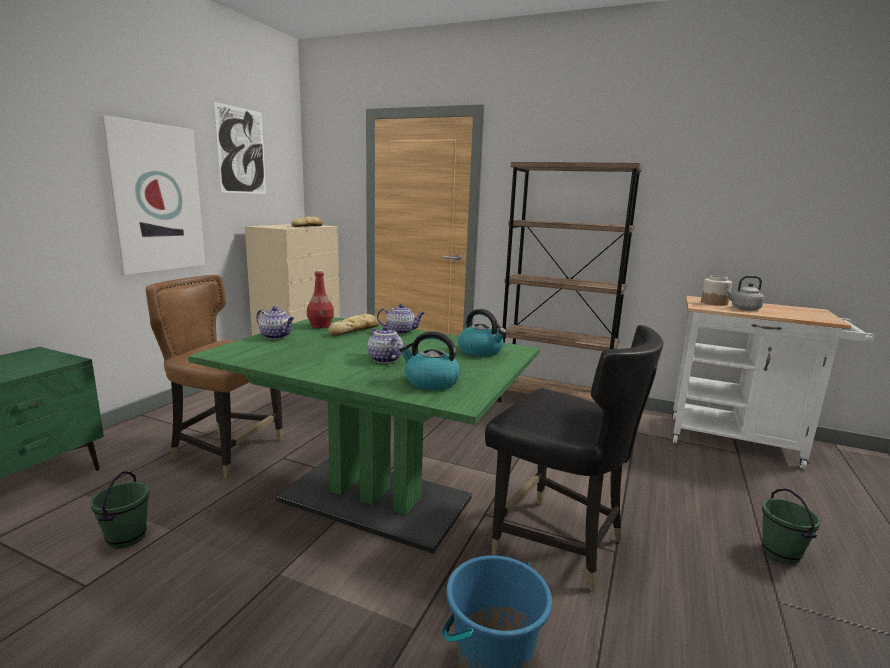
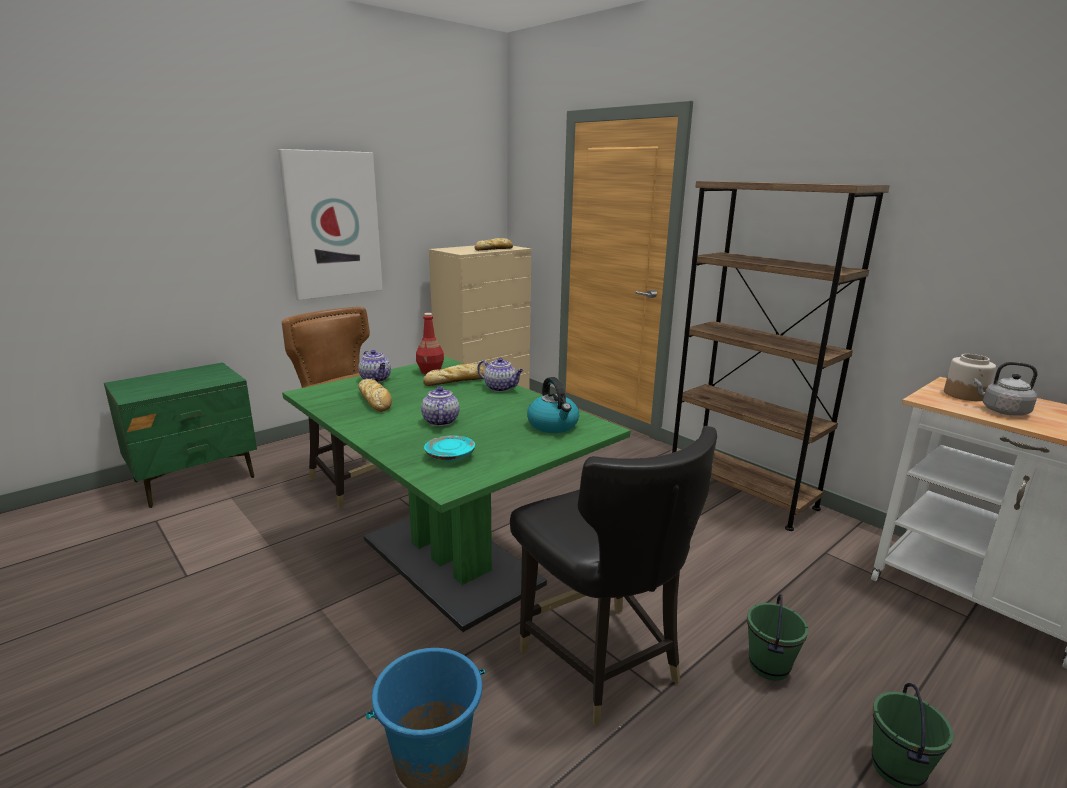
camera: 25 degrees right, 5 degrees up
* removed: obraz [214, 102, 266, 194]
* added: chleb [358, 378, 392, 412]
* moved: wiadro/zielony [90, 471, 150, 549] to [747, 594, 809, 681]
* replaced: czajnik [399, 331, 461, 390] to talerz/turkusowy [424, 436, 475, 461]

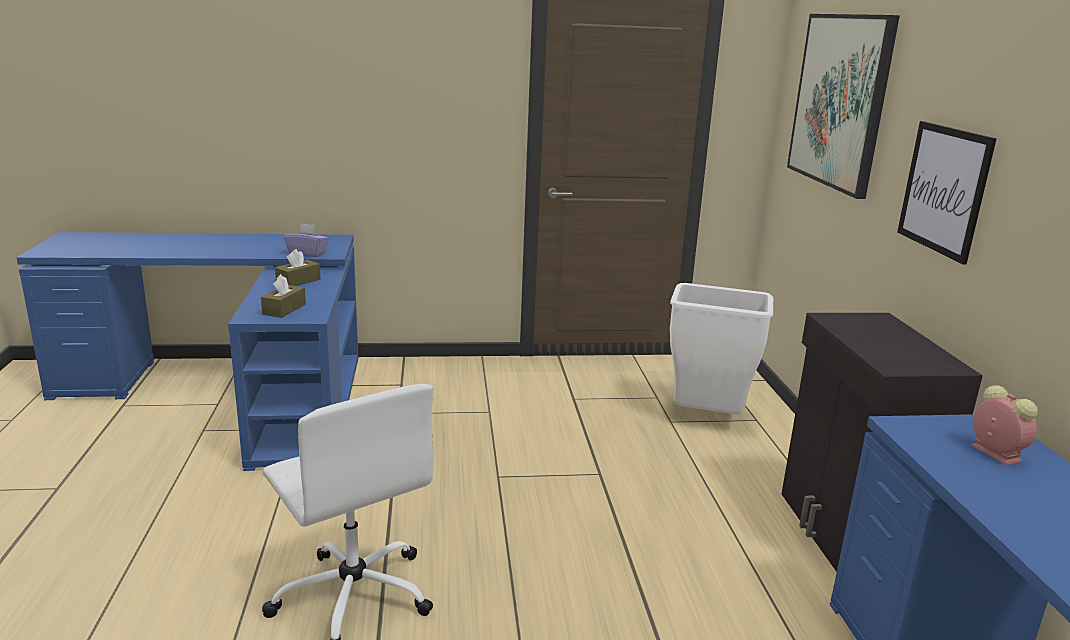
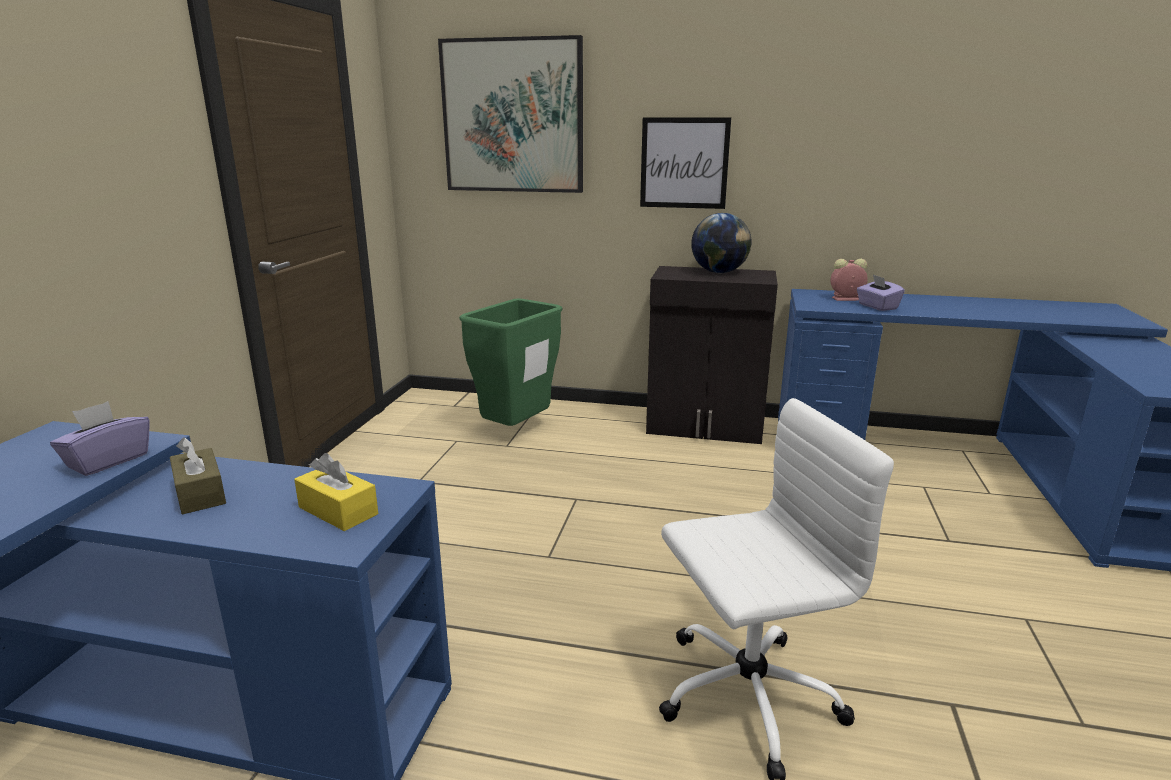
camera: 70 degrees left, 0 degrees up
* added: globus [691, 213, 751, 273]
* added: pudełko chusteczek/fioletowy [857, 275, 905, 311]
* recoloured: pudełko chusteczek/brązowy [261, 274, 306, 318] to pudełko chusteczek/żółty [294, 453, 378, 531]
* recoloured: kosz na śmieci/biały [670, 283, 773, 414] to kosz na śmieci/zielony [459, 298, 562, 426]

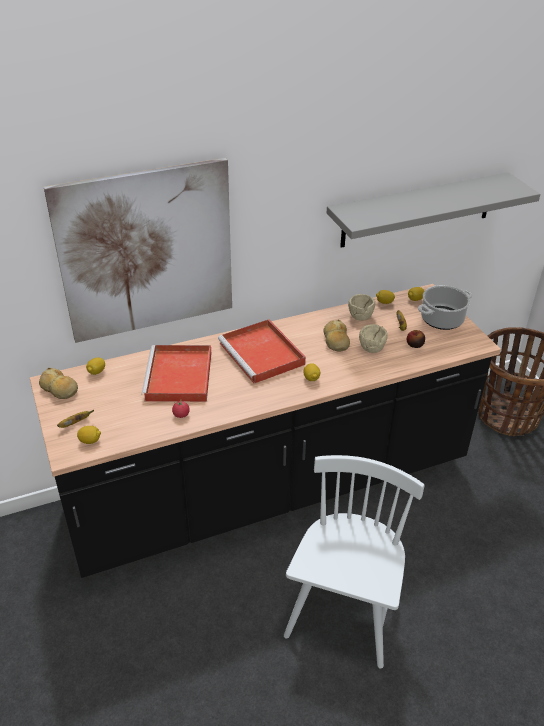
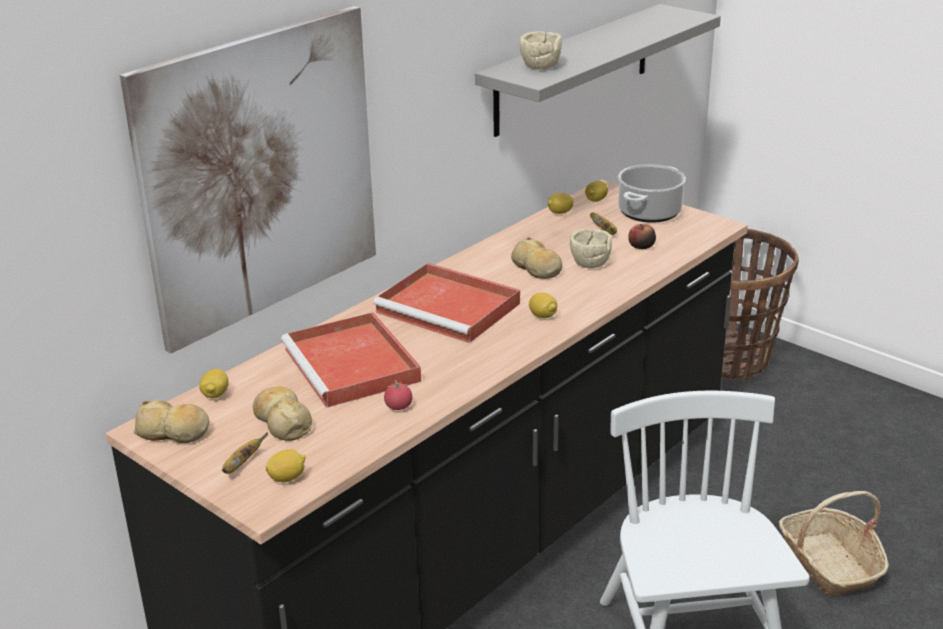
camera: 25 degrees left, 10 degrees down
* added: chleb [253, 386, 312, 441]
* added: koszyk [779, 491, 889, 595]
* moved: miska/beżowy [348, 294, 375, 321] to [520, 31, 562, 69]

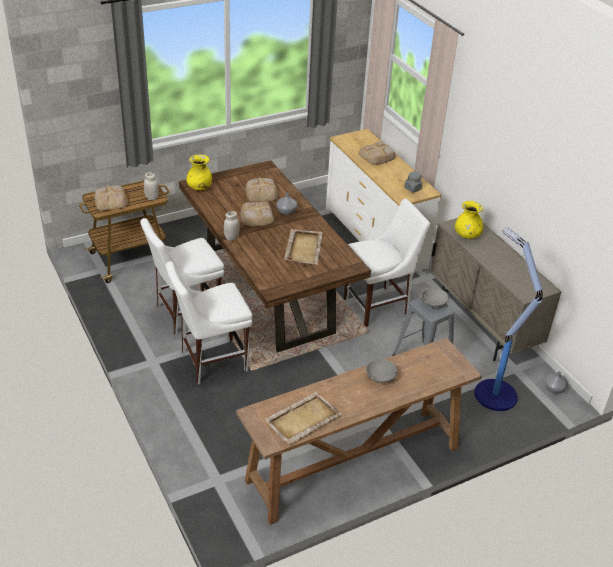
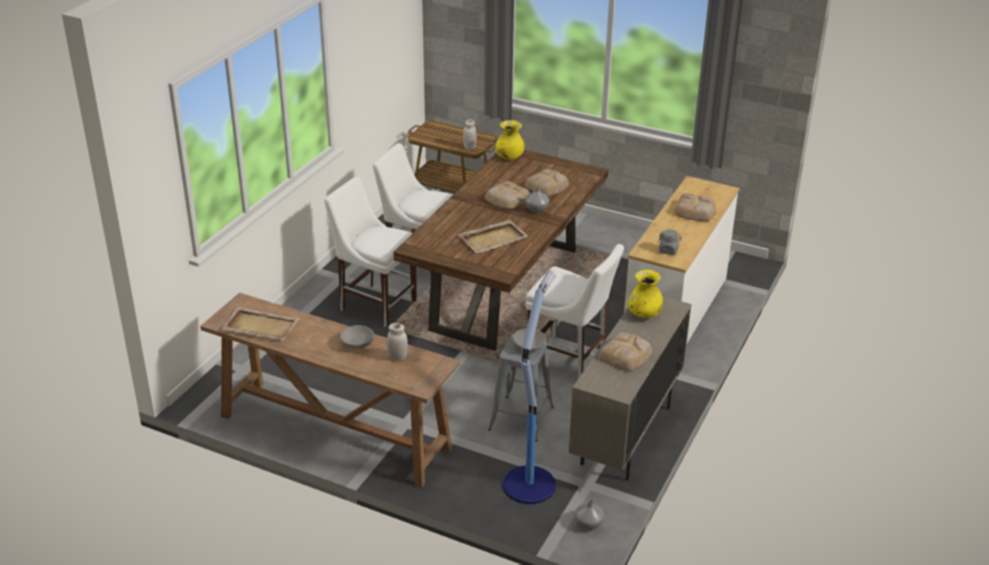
camera: 55 degrees right, 5 degrees down
* moved: chleb [94, 185, 128, 211] to [598, 332, 653, 371]
* moved: słoik/biały [224, 211, 240, 241] to [387, 323, 408, 361]

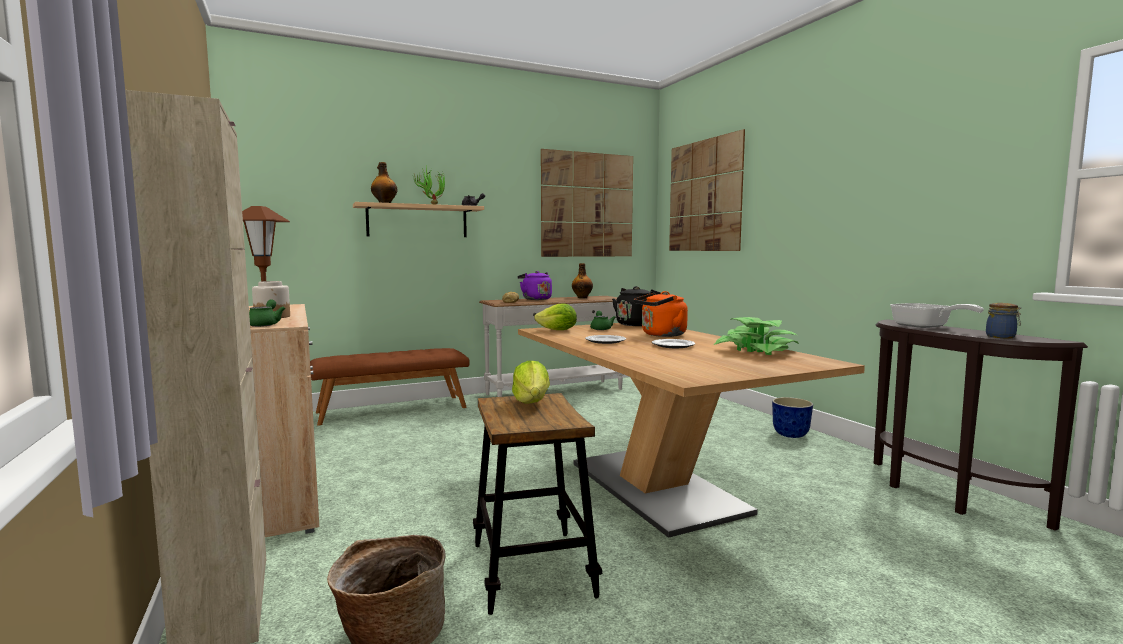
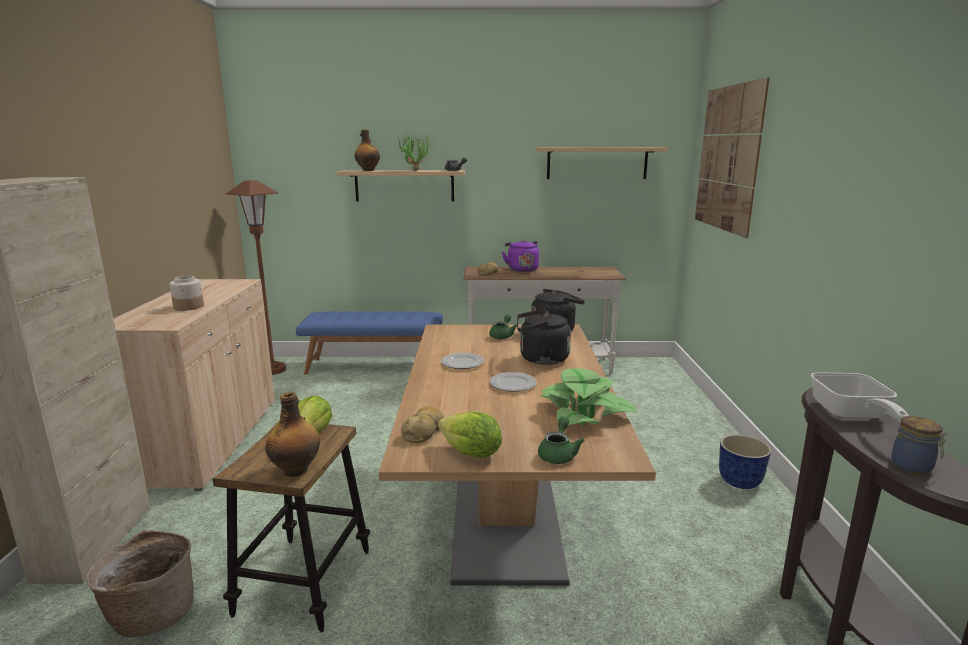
camera: 25 degrees right, 10 degrees up
* added: chleb [401, 406, 444, 443]
* moved: imbryk/zielony [249, 299, 285, 327] to [538, 416, 585, 464]
* moved: sałata [534, 304, 577, 330] to [438, 411, 502, 458]
* moved: butelka [572, 263, 593, 298] to [266, 392, 320, 477]
* replaced: obraz [541, 149, 633, 257] to półka [536, 147, 668, 179]
* recoloured: ławka/brązowy [310, 348, 470, 426] to ławka/niebieski [296, 311, 443, 374]
* recoloured: czajnik/pomarańczowy [634, 291, 688, 337] to czajnik/czarny [517, 309, 571, 365]

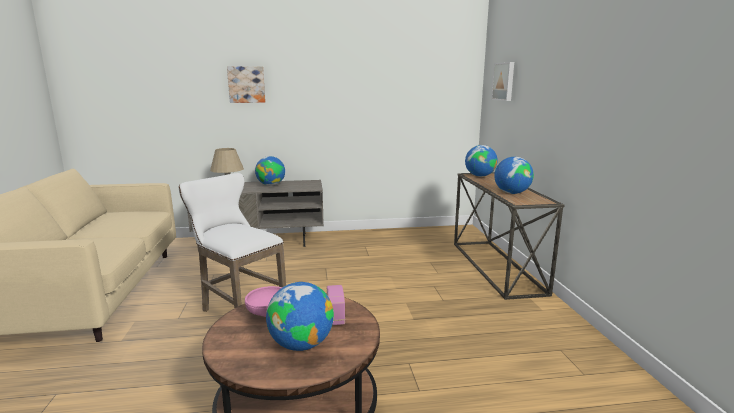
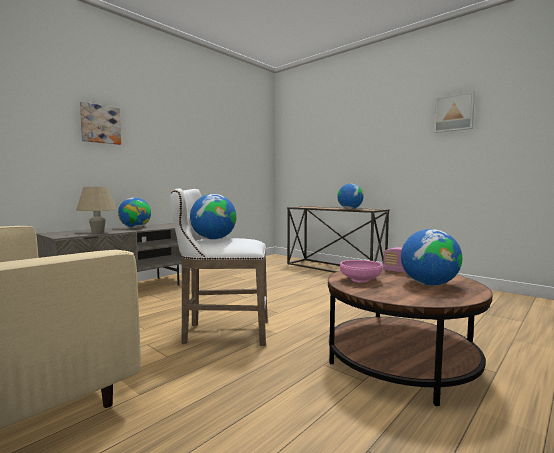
camera: 40 degrees left, 10 degrees down
* moved: globus [465, 145, 498, 177] to [190, 194, 236, 240]
* moved: obraz [491, 62, 514, 101] to [434, 91, 475, 133]

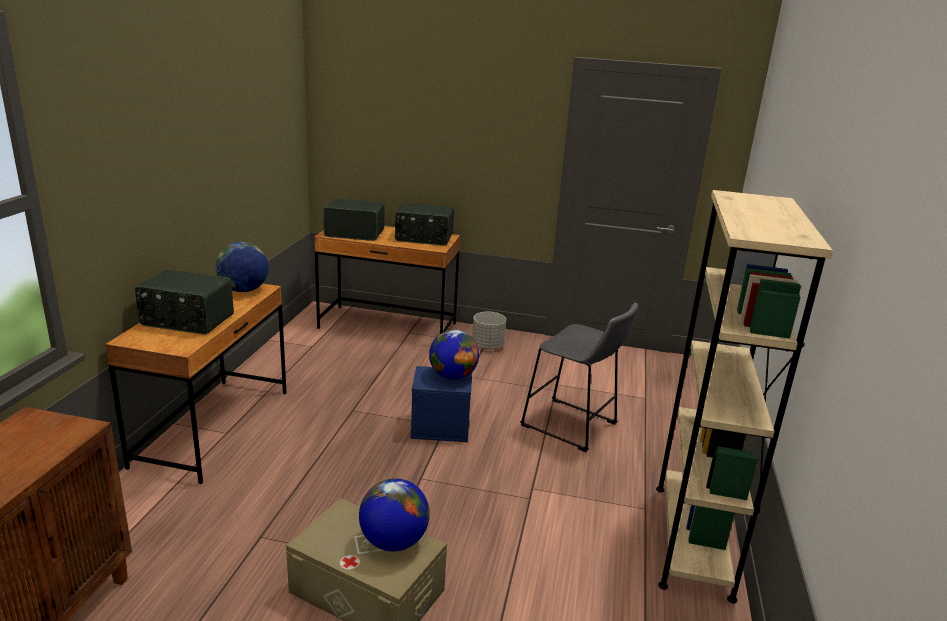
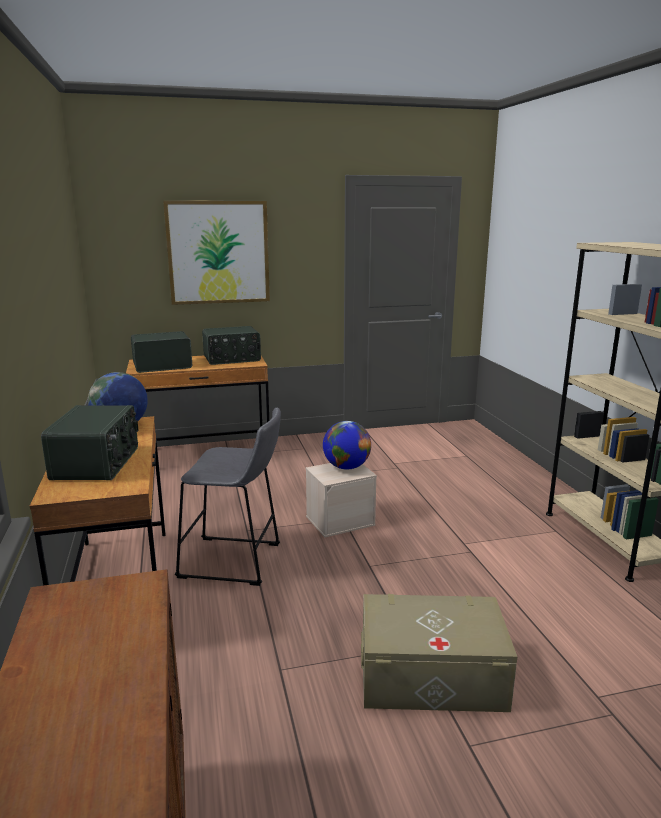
camera: 25 degrees left, 5 degrees down
* removed: globus [359, 478, 430, 551]
* removed: donica/szary [472, 312, 506, 349]
* added: obraz [163, 201, 270, 305]
* moved: stołek/szary [520, 303, 639, 452] to [175, 408, 281, 586]
* recoloured: pojemnik do przechowywania/niebieski [410, 366, 472, 442] to pojemnik do przechowywania/beżowy [305, 463, 377, 537]
* turned: radio [135, 269, 234, 335] = [41, 405, 138, 480] 75 degrees counterclockwise

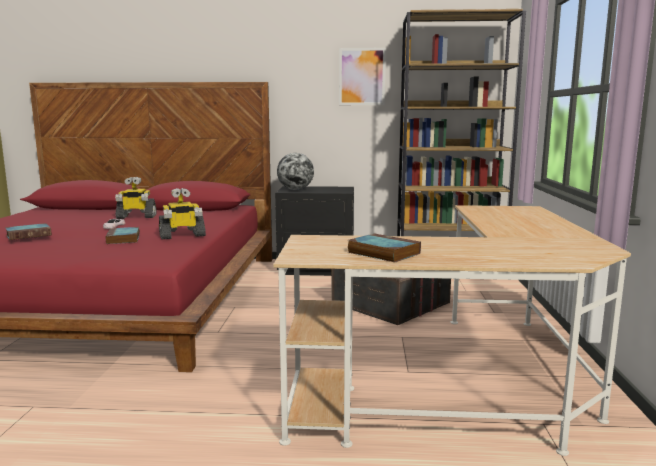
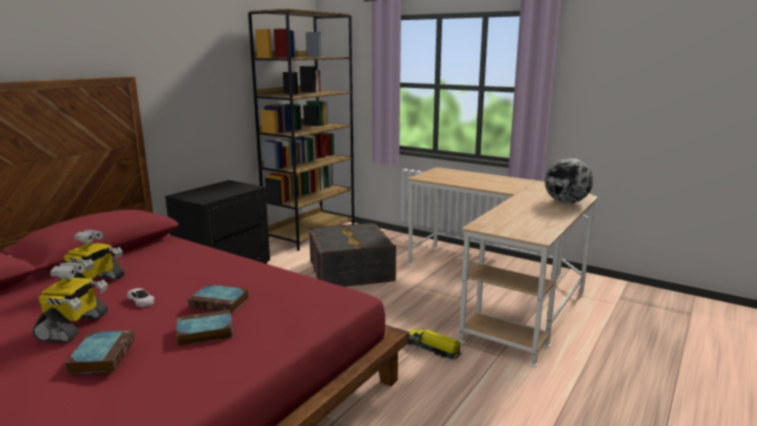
camera: 60 degrees left, 5 degrees up
* removed: obraz [339, 48, 386, 105]
* added: ciężarówka zabawkowa [408, 329, 462, 360]
* moved: robot zabawkowy [159, 188, 206, 239] to [32, 263, 108, 343]
* moved: globus [277, 153, 314, 190] to [545, 158, 593, 204]
* moved: książka [348, 233, 421, 262] to [176, 309, 233, 346]

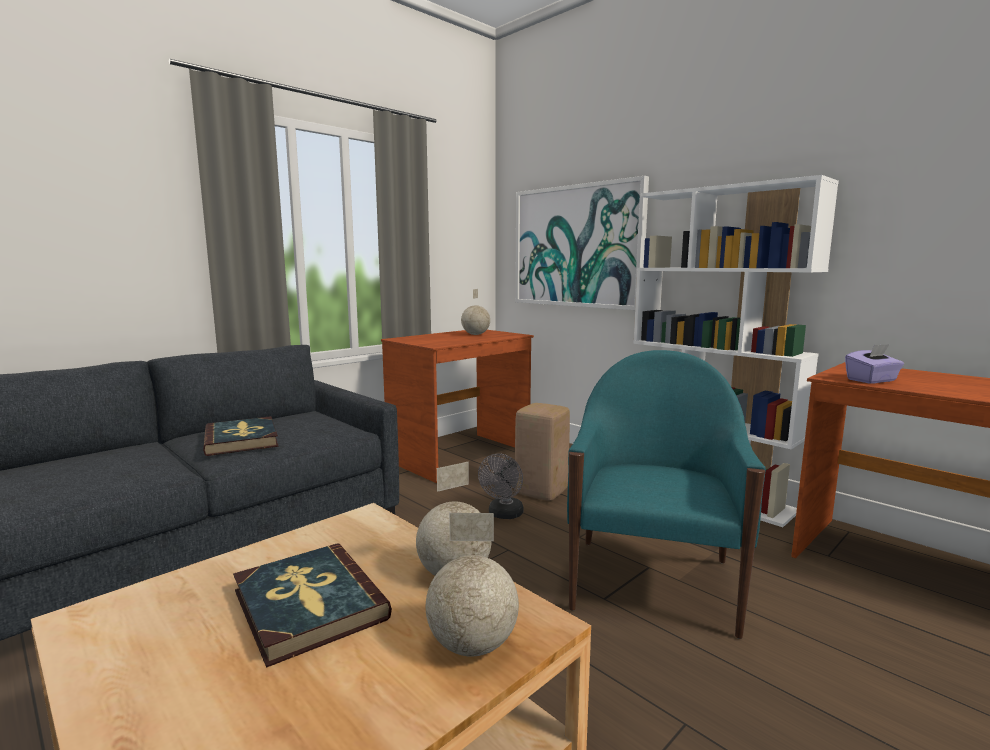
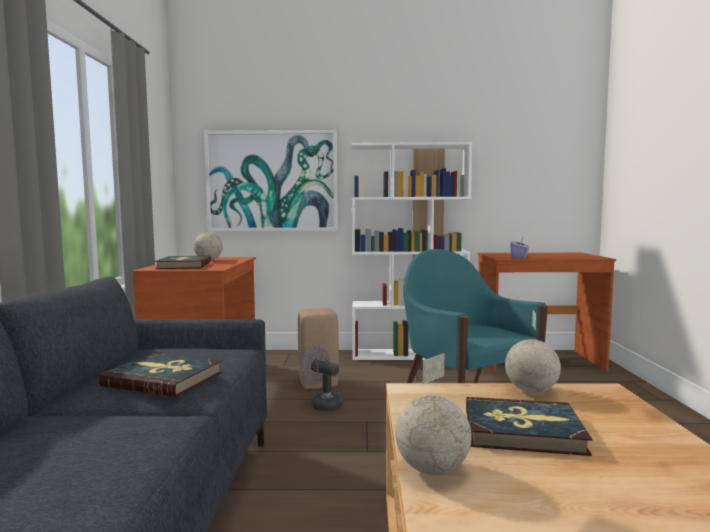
camera: 45 degrees left, 5 degrees down
* added: książka [155, 256, 211, 269]
* moved: globus [426, 513, 519, 657] to [395, 353, 472, 475]
* turned: wentylator/szary [478, 453, 523, 519] = [300, 346, 343, 412] 150 degrees clockwise

